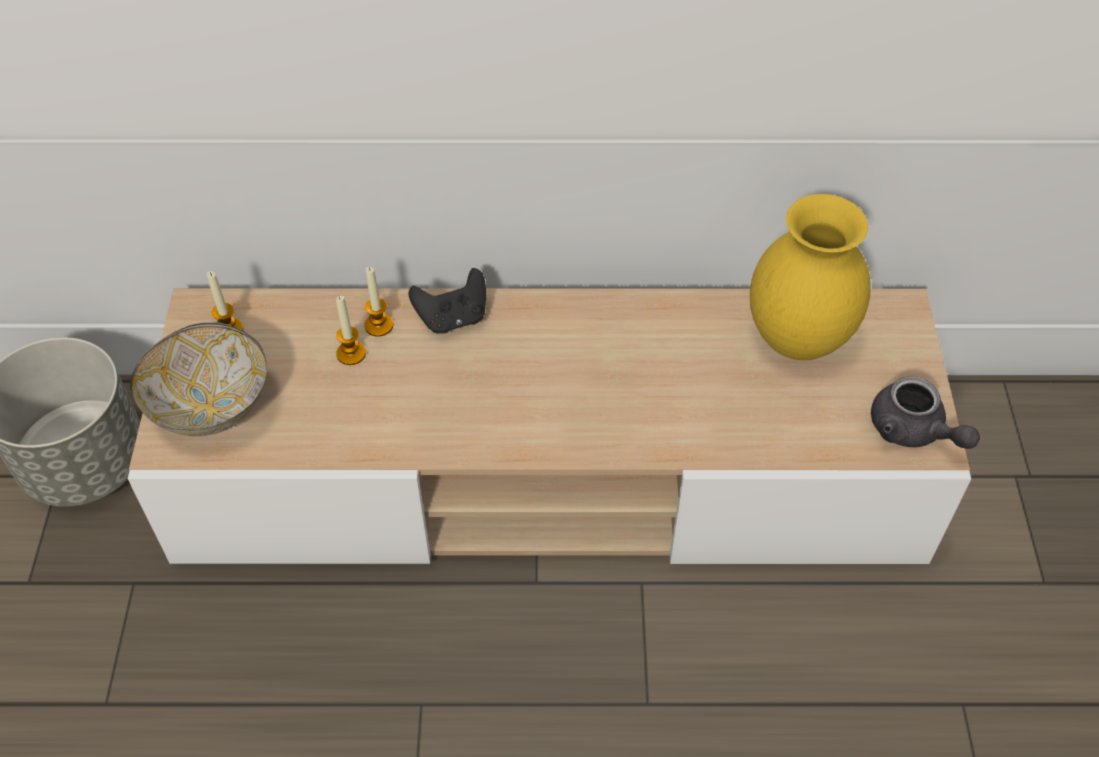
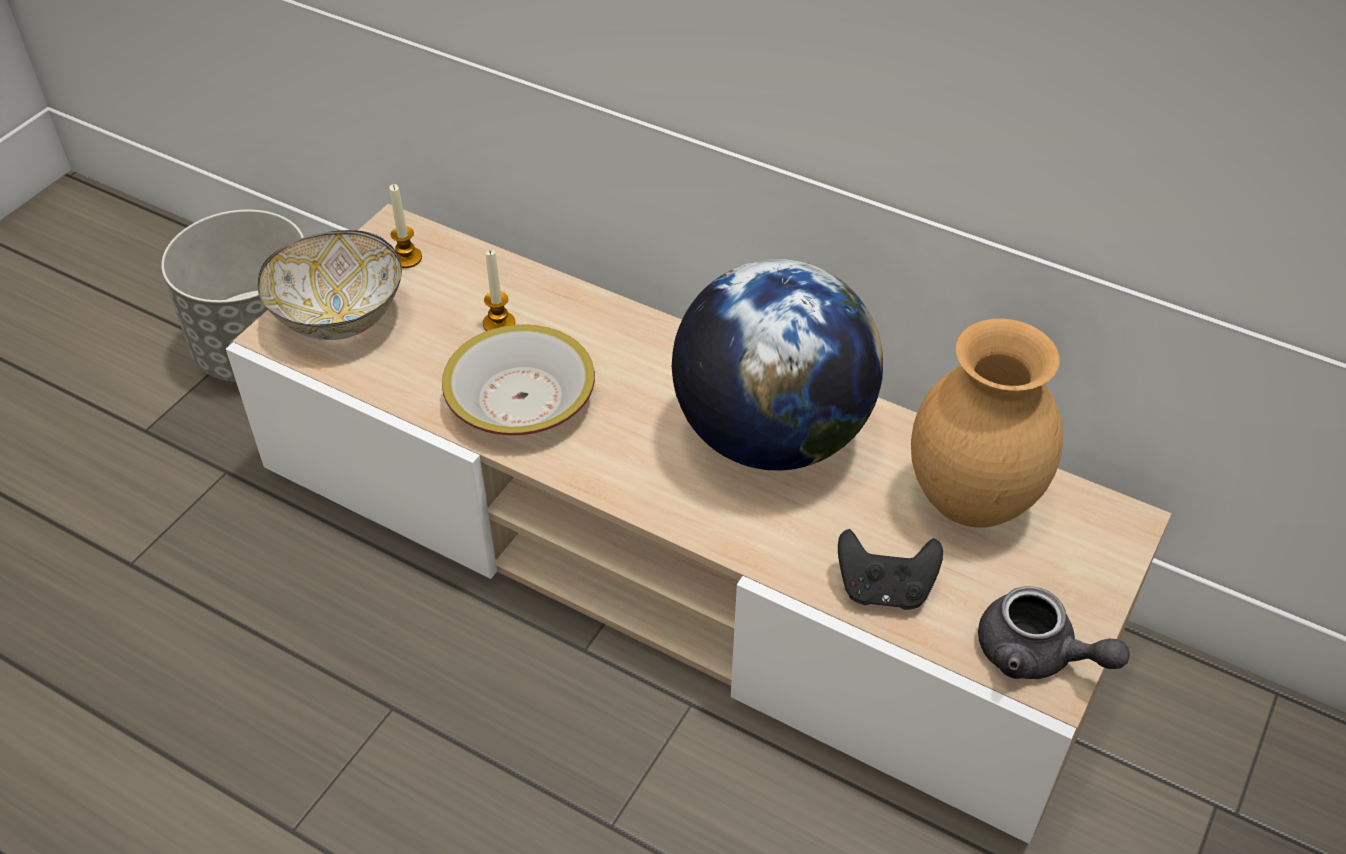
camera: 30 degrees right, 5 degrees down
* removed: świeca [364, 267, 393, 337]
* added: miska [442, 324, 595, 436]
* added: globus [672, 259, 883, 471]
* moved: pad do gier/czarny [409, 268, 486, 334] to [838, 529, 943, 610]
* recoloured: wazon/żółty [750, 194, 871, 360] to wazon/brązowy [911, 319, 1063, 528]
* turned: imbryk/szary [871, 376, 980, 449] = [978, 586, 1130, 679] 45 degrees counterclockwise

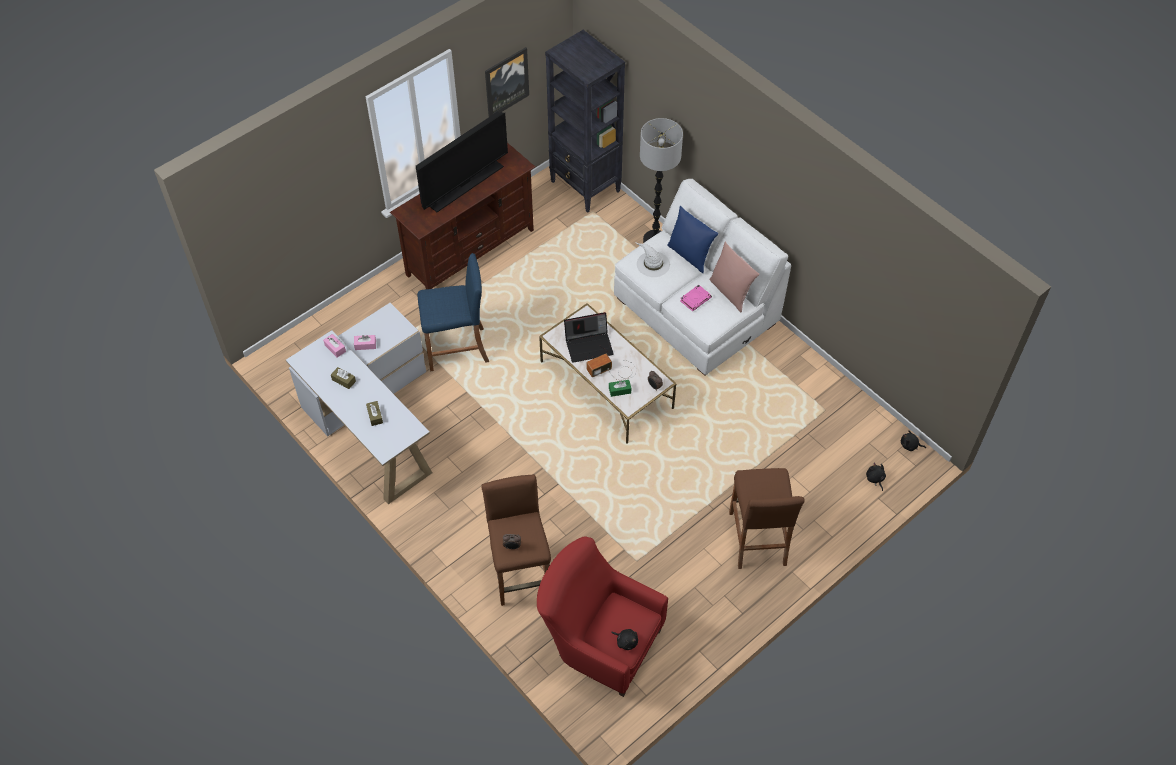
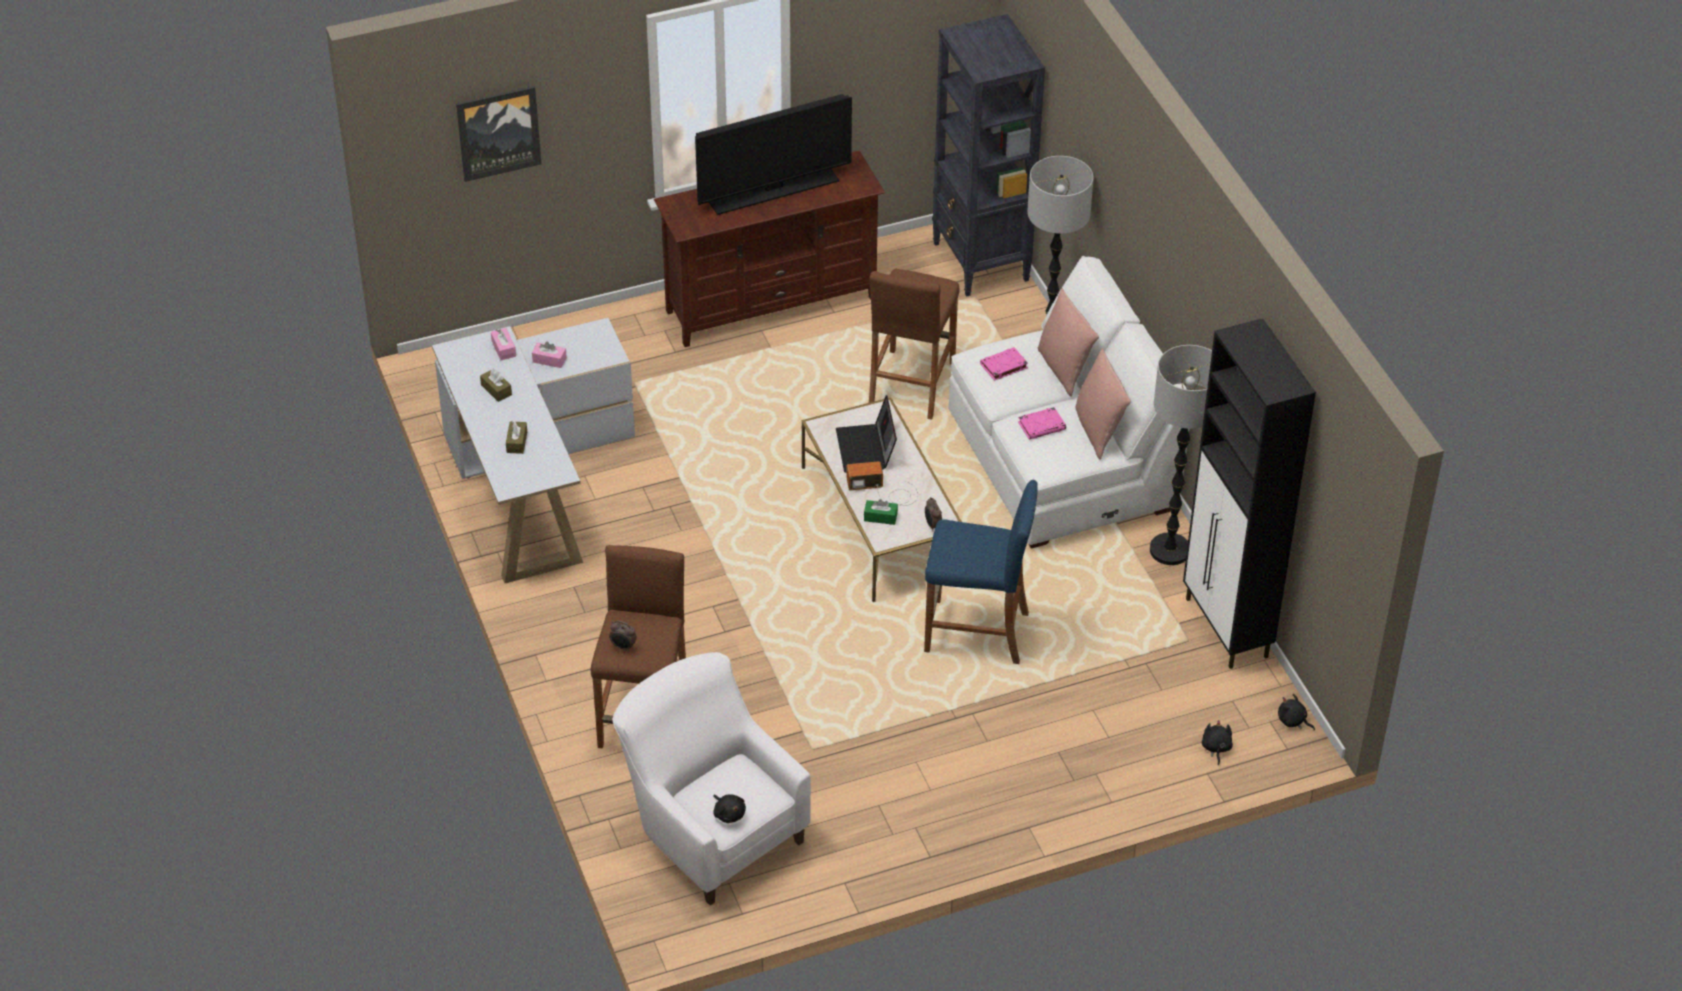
camera: 20 degrees right, 10 degrees down
* added: lampa stojąca [1150, 345, 1212, 565]
* added: szafka/czarny [1183, 318, 1316, 669]
* moved: stołek/niebieski [417, 253, 489, 371] to [924, 480, 1038, 664]
* moved: obraz [485, 47, 529, 117] to [456, 86, 542, 182]
* moved: stołek/brązowy [729, 468, 804, 569] to [869, 269, 960, 420]
* replaced: kapelusz/biały [635, 242, 670, 277] to książka/różowy [980, 347, 1028, 381]
* recoloured: fotel/czerwony [537, 536, 668, 697] to fotel/biały [613, 652, 811, 905]
* recoloured: poduszka/niebieski [667, 206, 718, 273] to poduszka/różowy [1038, 288, 1099, 396]
* turned: laptop [564, 312, 614, 363] = [836, 395, 897, 473] 75 degrees clockwise

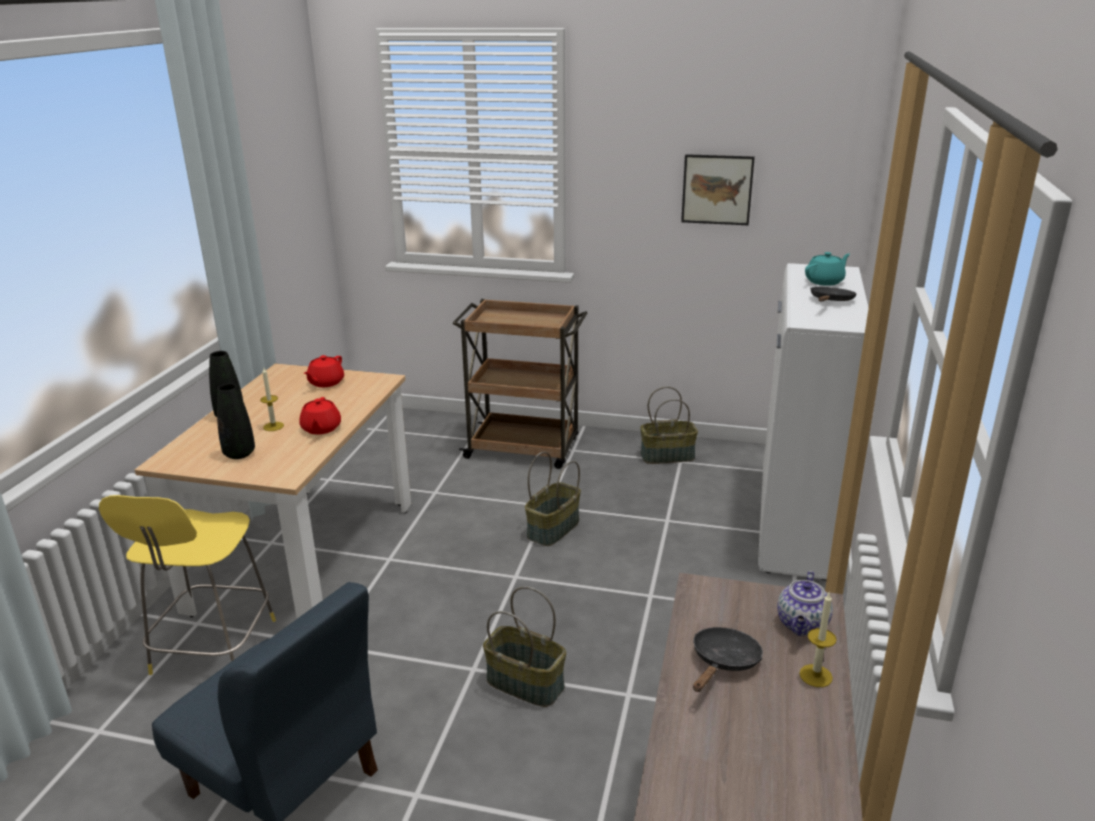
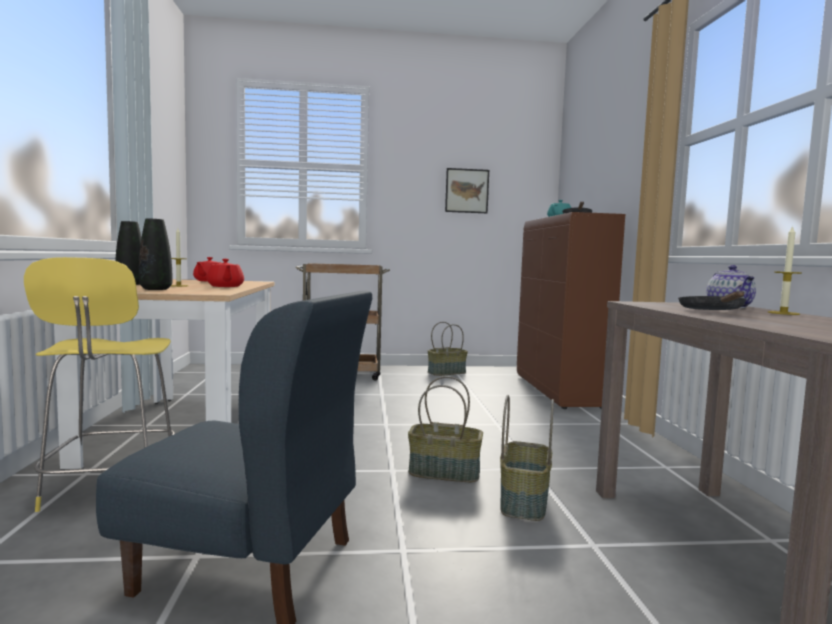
camera: 20 degrees left, 20 degrees down
* moved: koszyk [525, 452, 581, 546] to [500, 395, 554, 521]
* recoloured: szafka/biały [758, 263, 869, 581] to szafka/brązowy [517, 212, 625, 409]

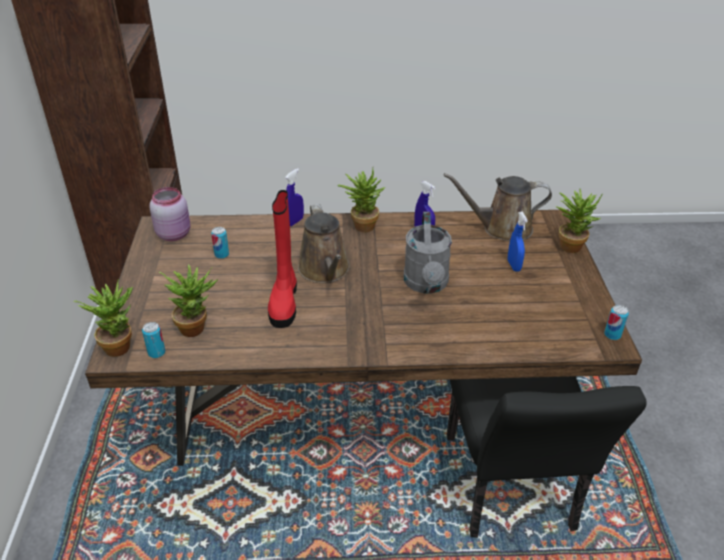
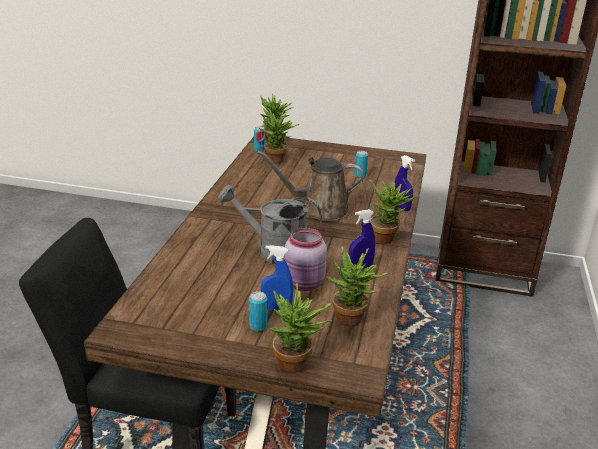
camera: 105 degrees right, 10 degrees down
* removed: but z cholewką/czerwony [268, 190, 297, 328]
* moved: słoik/różowy [150, 187, 191, 241] to [284, 228, 327, 291]
* moved: puszka [604, 305, 629, 340] to [249, 291, 267, 331]
* replaced: konewka/brązowy [444, 173, 552, 242] to roślina doniczkowa [326, 247, 389, 327]

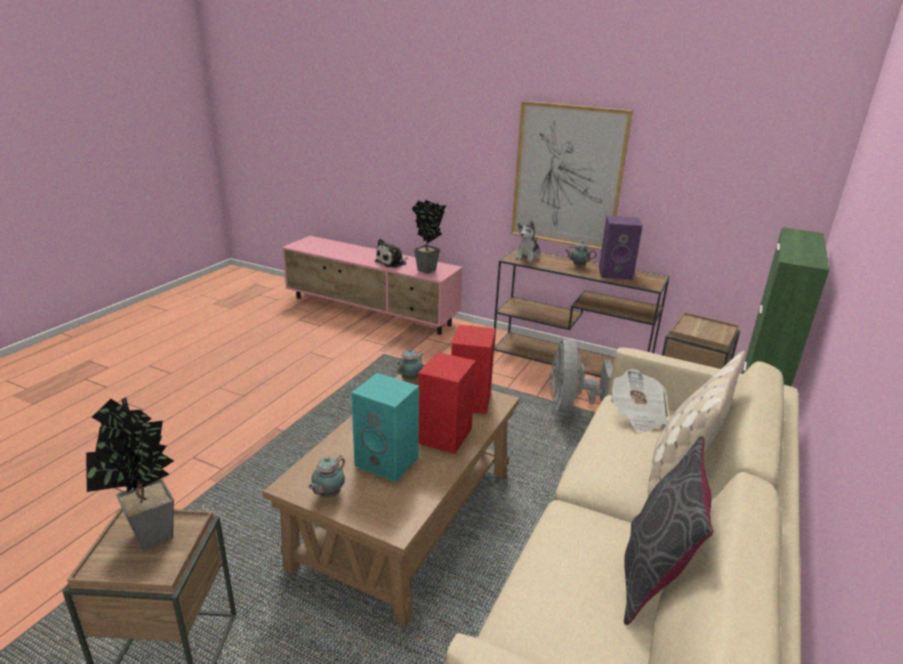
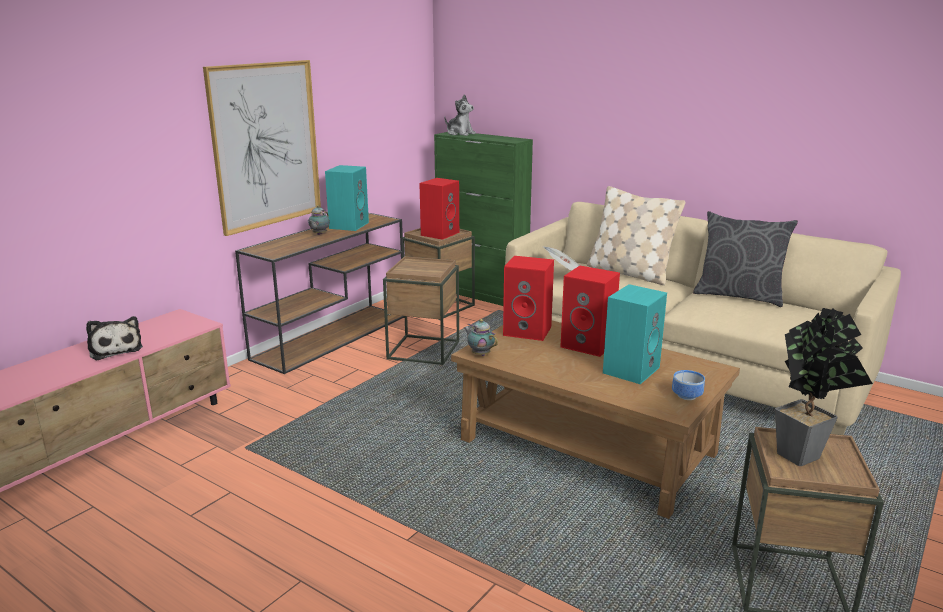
camera: 80 degrees left, 5 degrees down
* removed: roślina doniczkowa [412, 200, 446, 274]
* added: głośnik/czerwony [419, 178, 459, 240]
* moved: pluszak [515, 220, 541, 262] to [445, 94, 476, 136]
* replaced: imbryk [308, 455, 345, 498] to miska [672, 370, 705, 400]
* replaced: wentylator/szary [550, 339, 613, 413] to stolik/brązowy [383, 256, 459, 365]
* recoloured: głośnik/fioletowy [599, 216, 643, 280] to głośnik/turkusowy [325, 165, 369, 231]

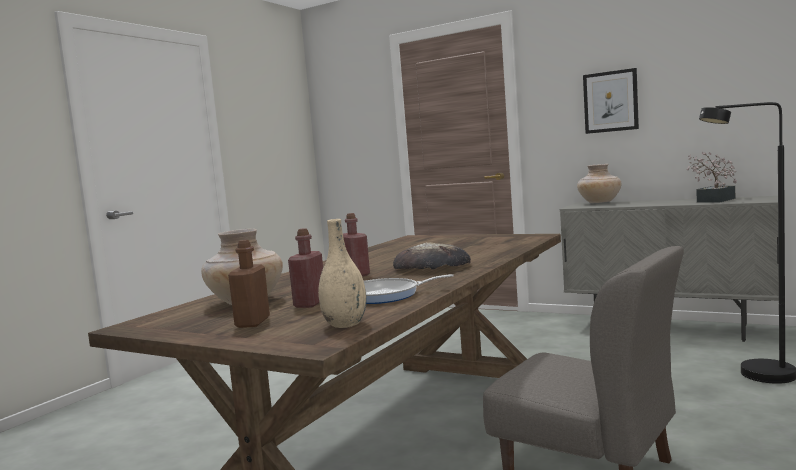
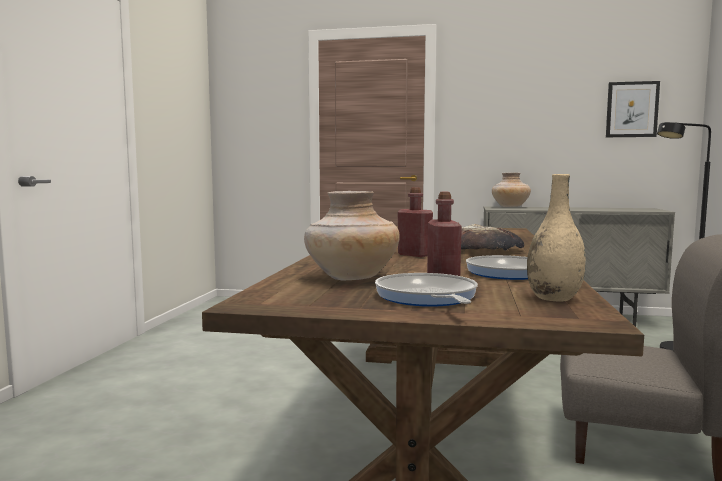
camera: 20 degrees left, 0 degrees up
* removed: roślina doniczkowa [687, 152, 737, 202]
* moved: obraz [583, 68, 639, 134] to [606, 81, 660, 137]
* replaced: butelka/brązowy [228, 240, 270, 328] to patelnia [375, 273, 478, 307]

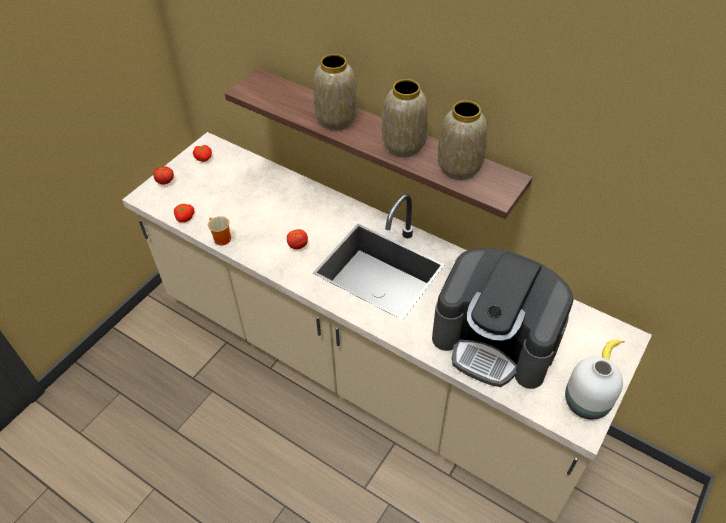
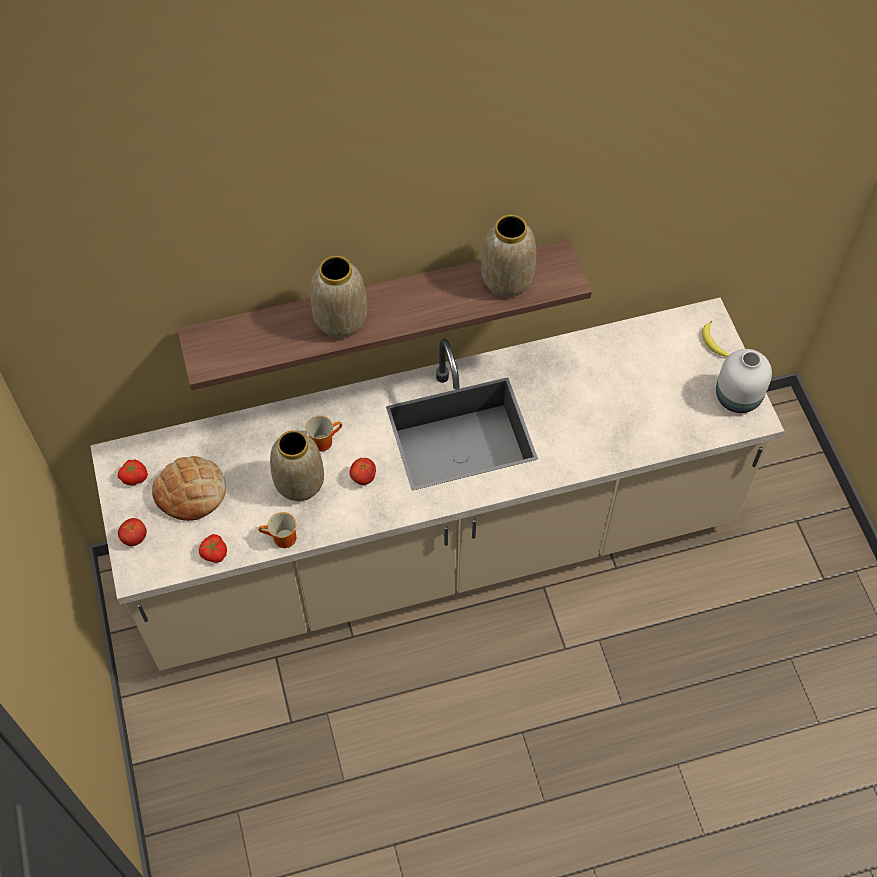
camera: 50 degrees left, 10 degrees up
* removed: ekspres do kawy [432, 248, 574, 389]
* added: chleb [152, 456, 226, 521]
* added: kubek [306, 416, 342, 452]
* moved: wazon [382, 79, 428, 157] to [270, 430, 324, 501]

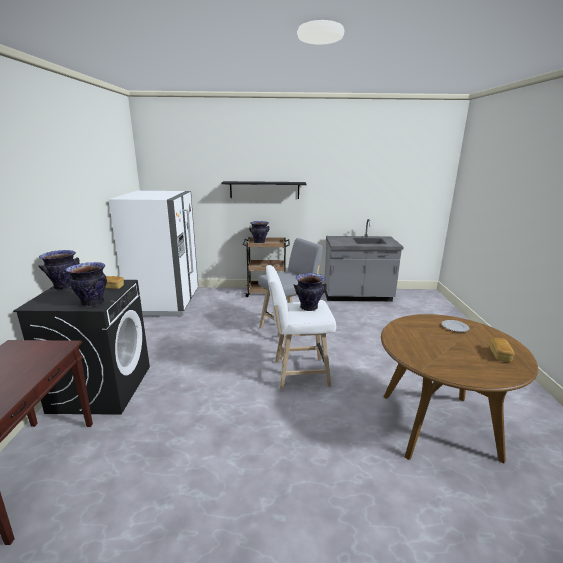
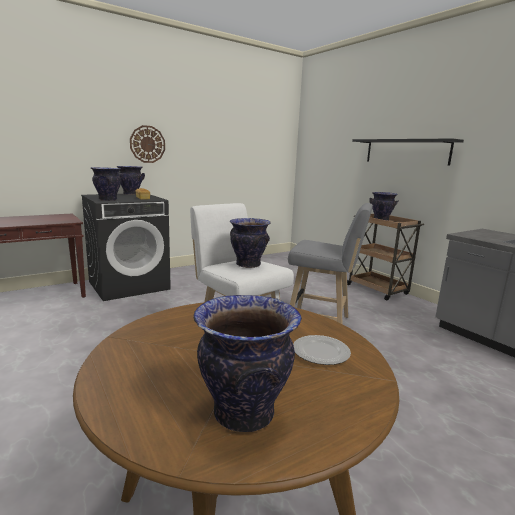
camera: 55 degrees right, 5 degrees down
* removed: lodówka/biały [109, 191, 198, 317]
* added: zegar ścienny [130, 125, 165, 163]
* replaced: chleb [490, 338, 515, 362] to wazon [193, 295, 302, 432]

